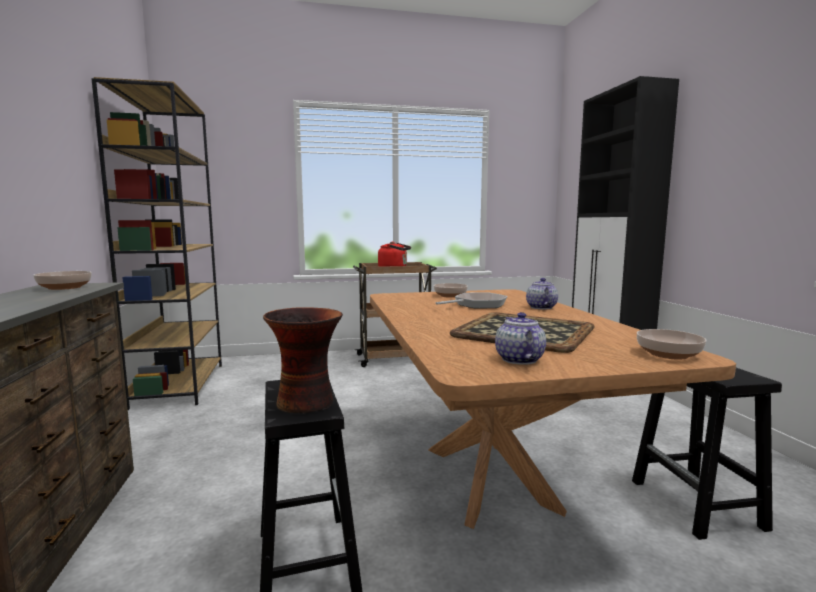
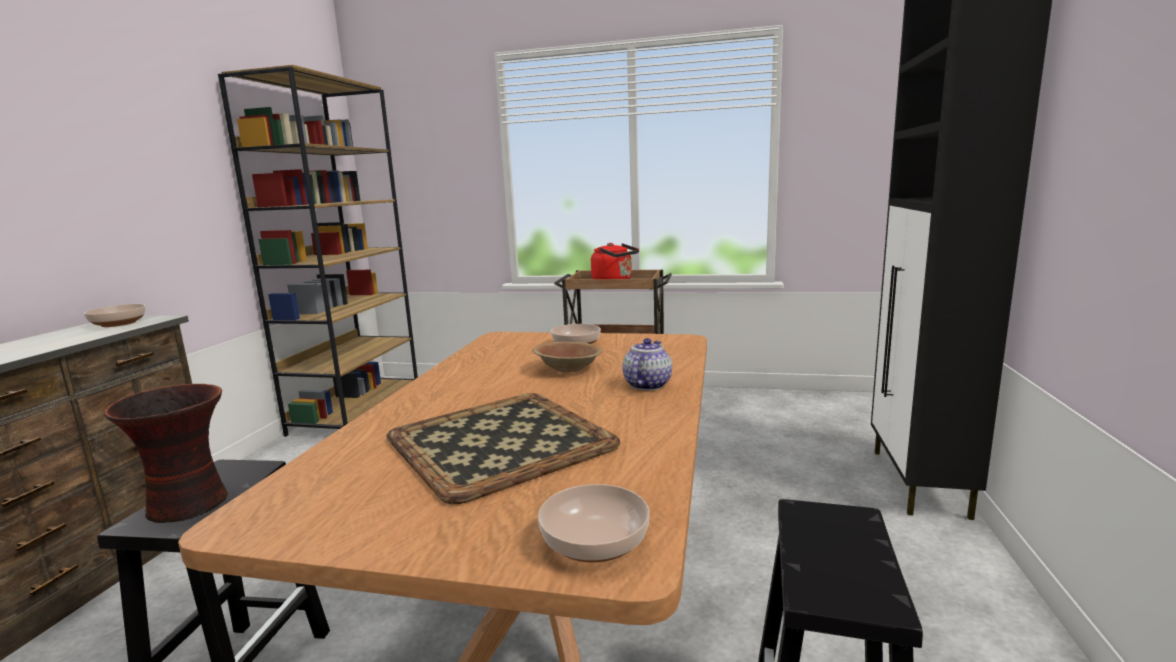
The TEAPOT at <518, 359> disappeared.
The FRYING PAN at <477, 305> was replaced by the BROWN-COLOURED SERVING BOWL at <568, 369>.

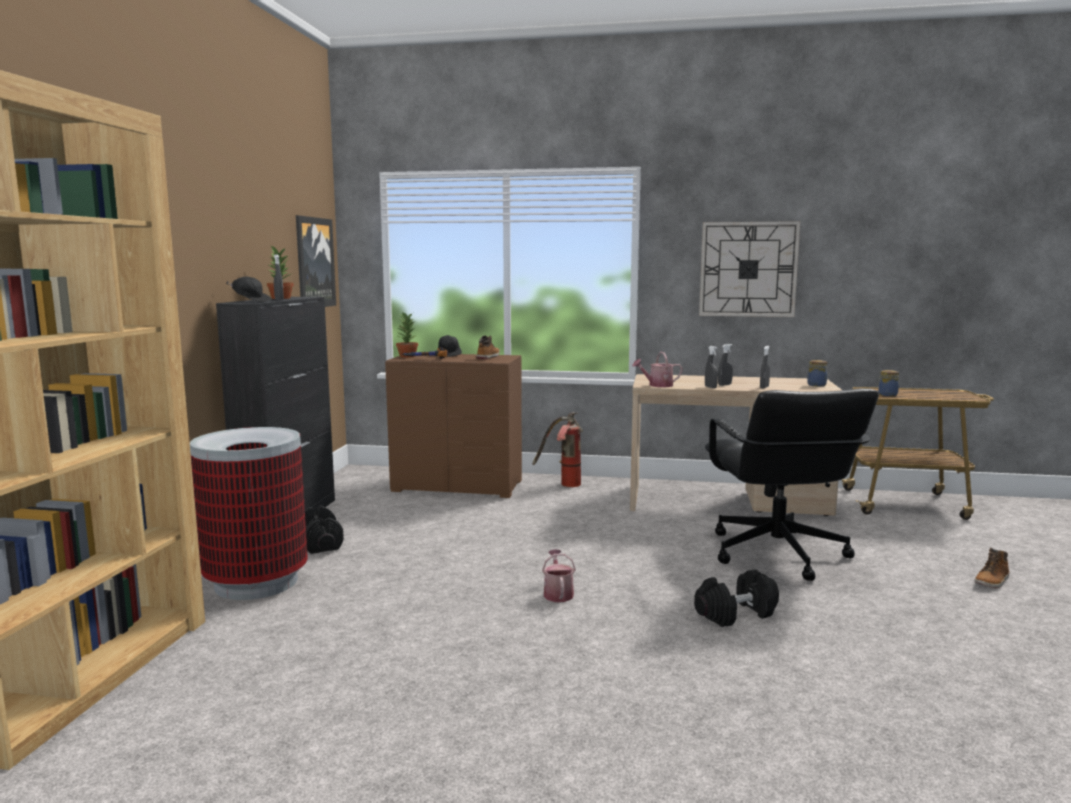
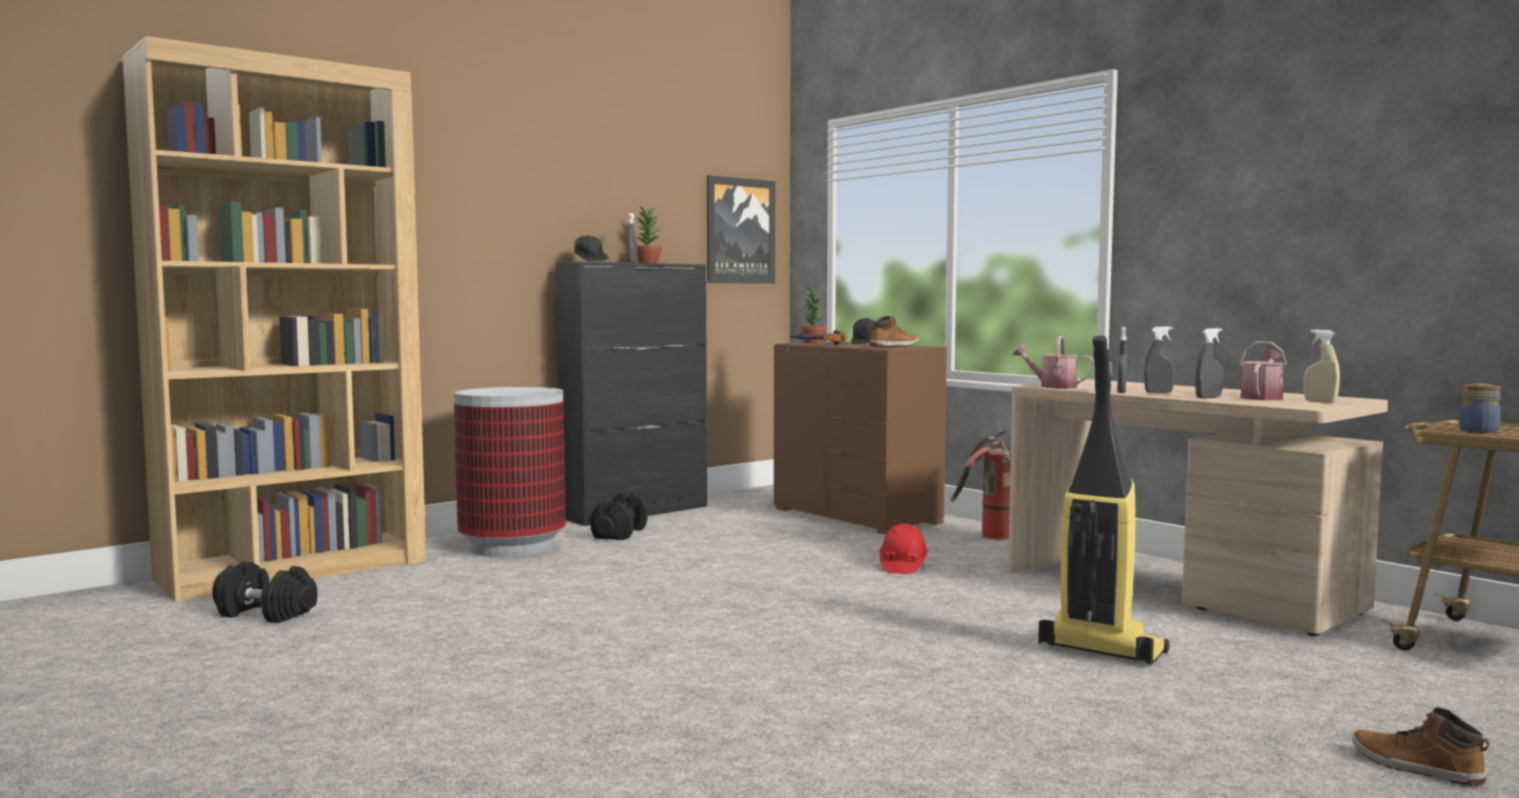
The HANGING CLOCK at <748, 269> disappeared.
The RED HARD HAT at <903, 566> appeared.
The SPRINKLING CAN moved from <558, 593> to <1262, 397>.
The BLACK DUMBBELL moved from <735, 614> to <267, 613>.
The BLACK OFFICE CHAIR at <776, 554> was replaced by the HOOVER at <1100, 650>.
The JAR at <816, 385> was replaced by the SAND-COLOURED SPRAY BOTTLE at <1320, 402>.
The TALL BOOT at <992, 581> turned 45 degrees clockwise.

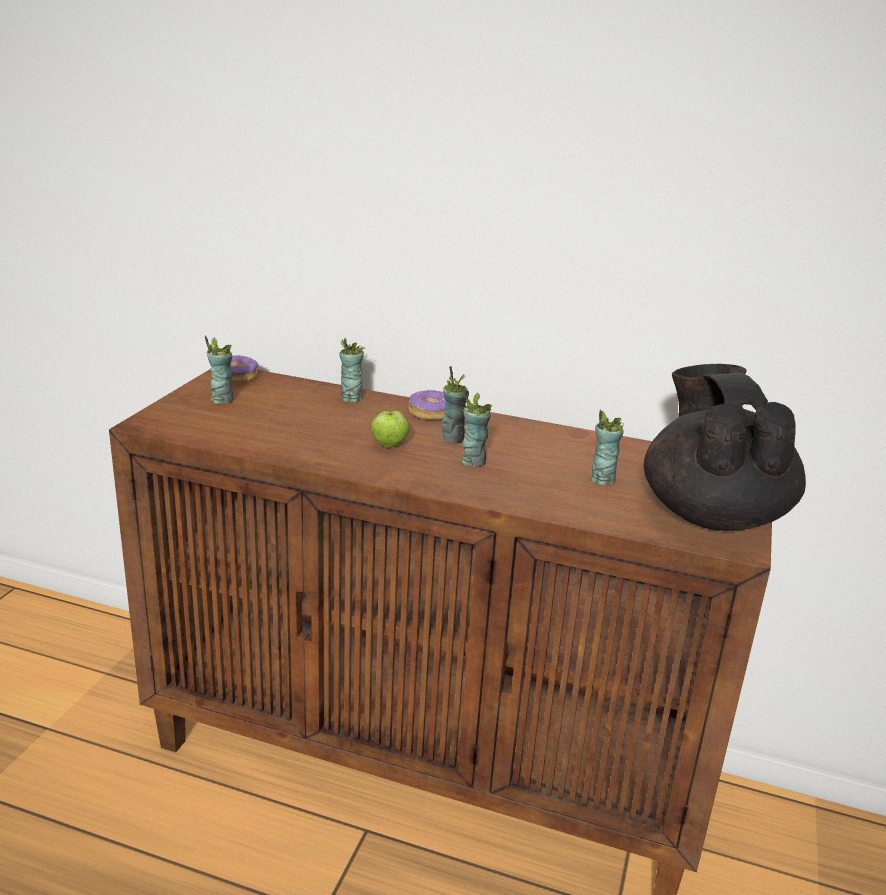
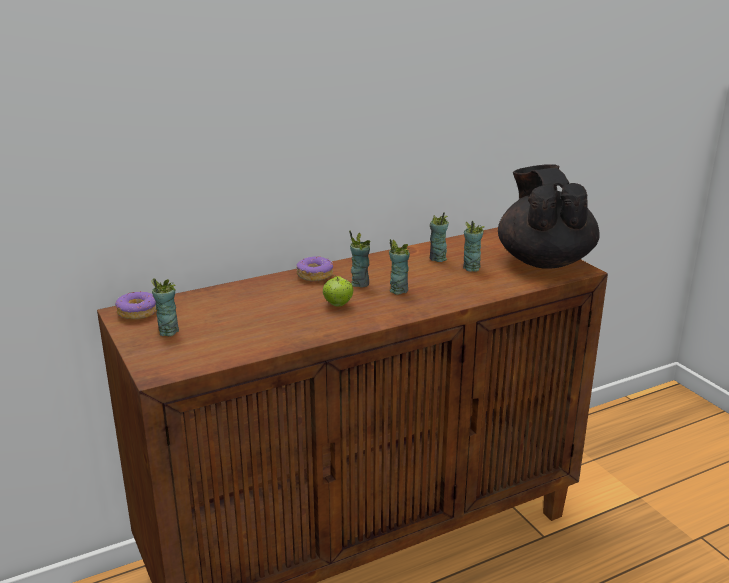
The SMALL CUP moved from <350, 398> to <437, 258>.
The BLACK TEAPOT at <712, 514> turned 45 degrees clockwise.

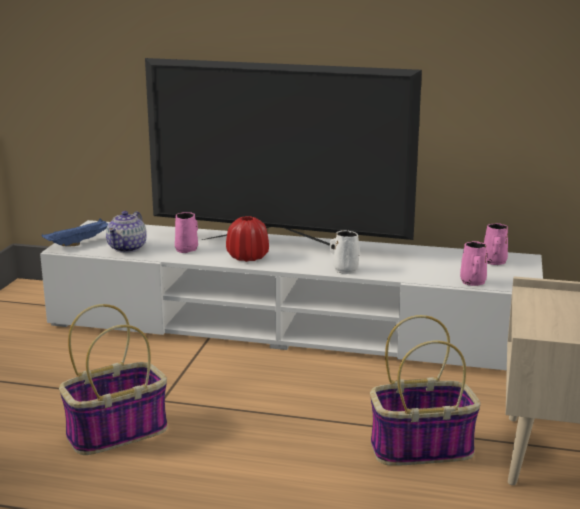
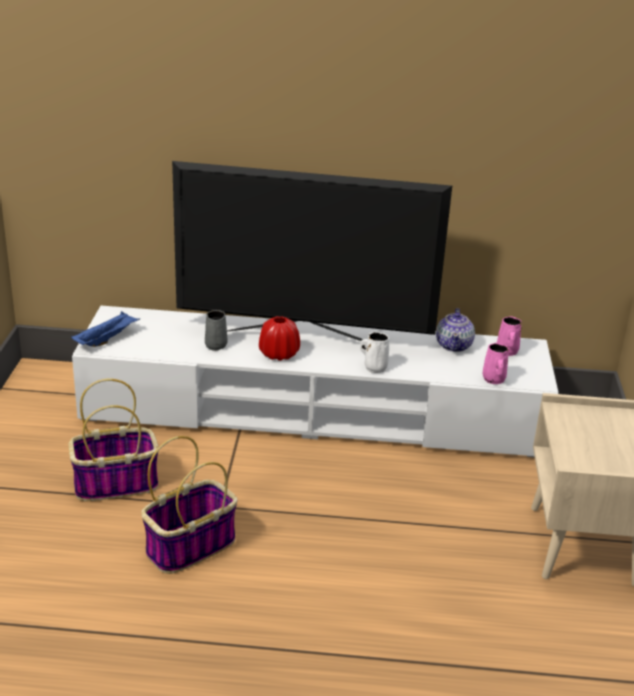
The TEAPOT moved from <128, 248> to <454, 345>.
The STORAGE BASKET moved from <422, 448> to <117, 483>.
The PINK COFFEE MUG at <187, 249> became the GREYISH COFFEE MUG at <216, 345>.

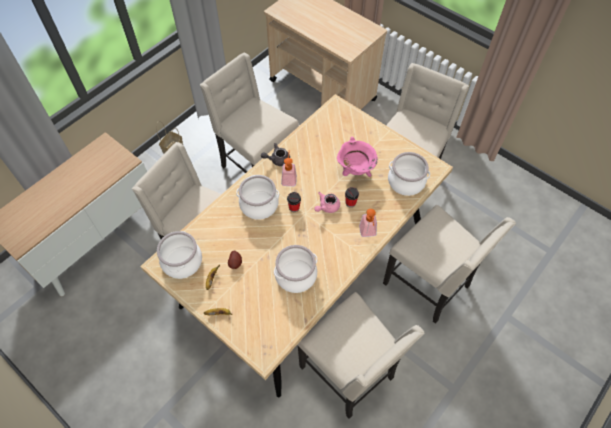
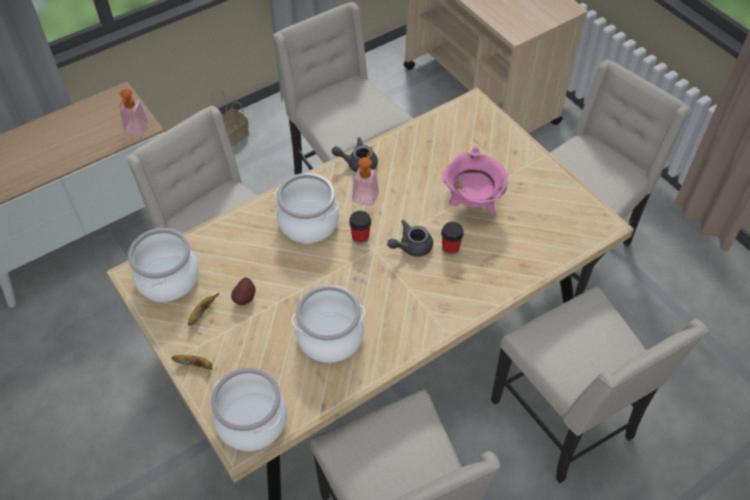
The SOAP BOTTLE moved from <368, 233> to <135, 131>.
The SAUCEPOT moved from <406, 182> to <251, 421>.
The PINK TEAPOT at <327, 207> became the GREYISH TEAPOT at <411, 247>.

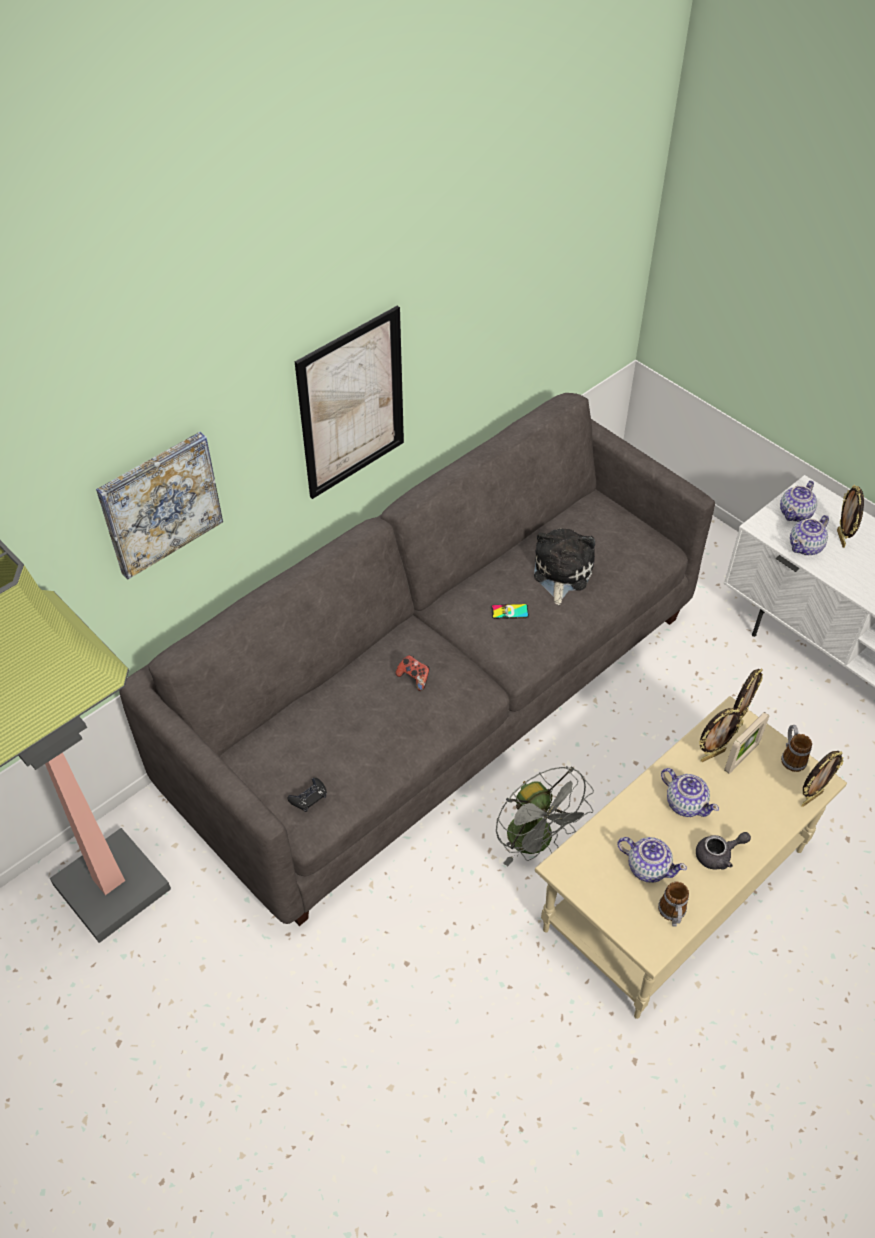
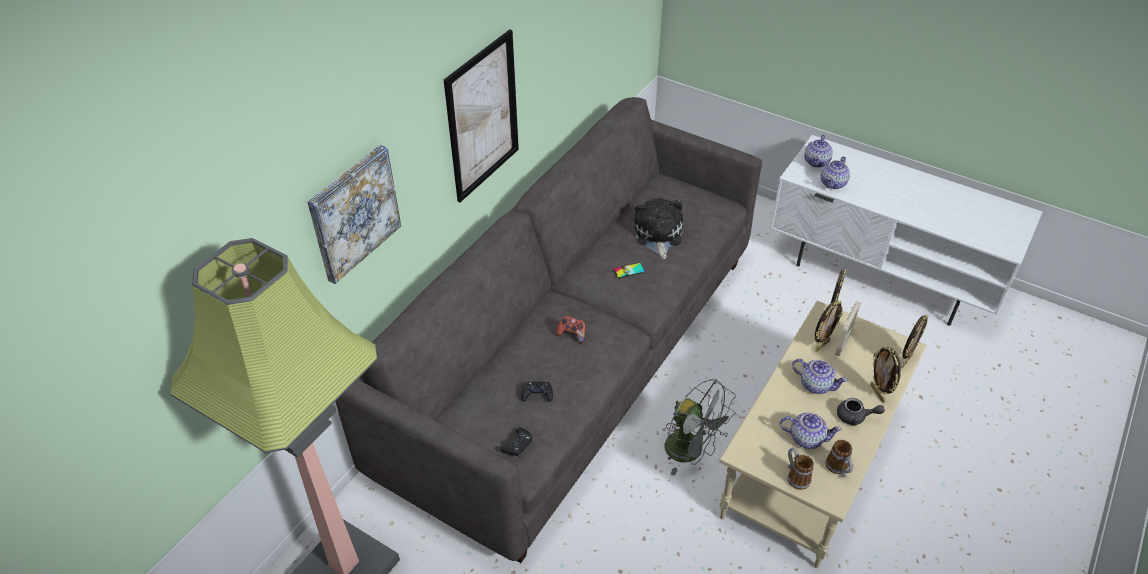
The BLACK GAMEPAD at <537, 394> appeared.
The COFFEE MUG moved from <791, 757> to <795, 476>.
The PICTURE FRAME moved from <841, 539> to <878, 393>.
The GREYISH TEAPOT at <718, 855> turned 45 degrees clockwise.

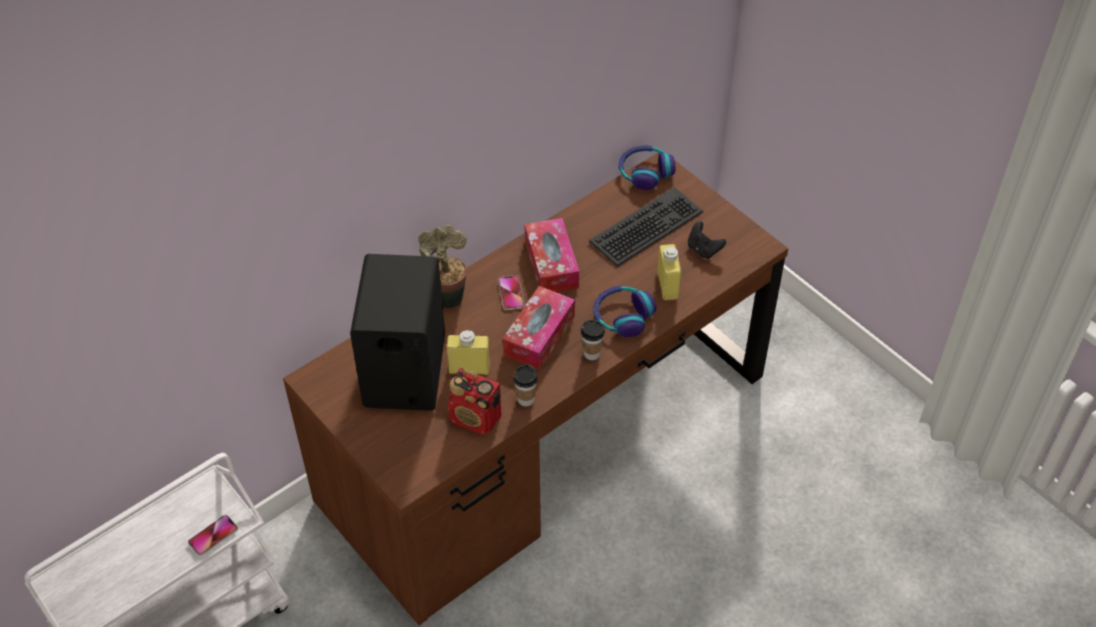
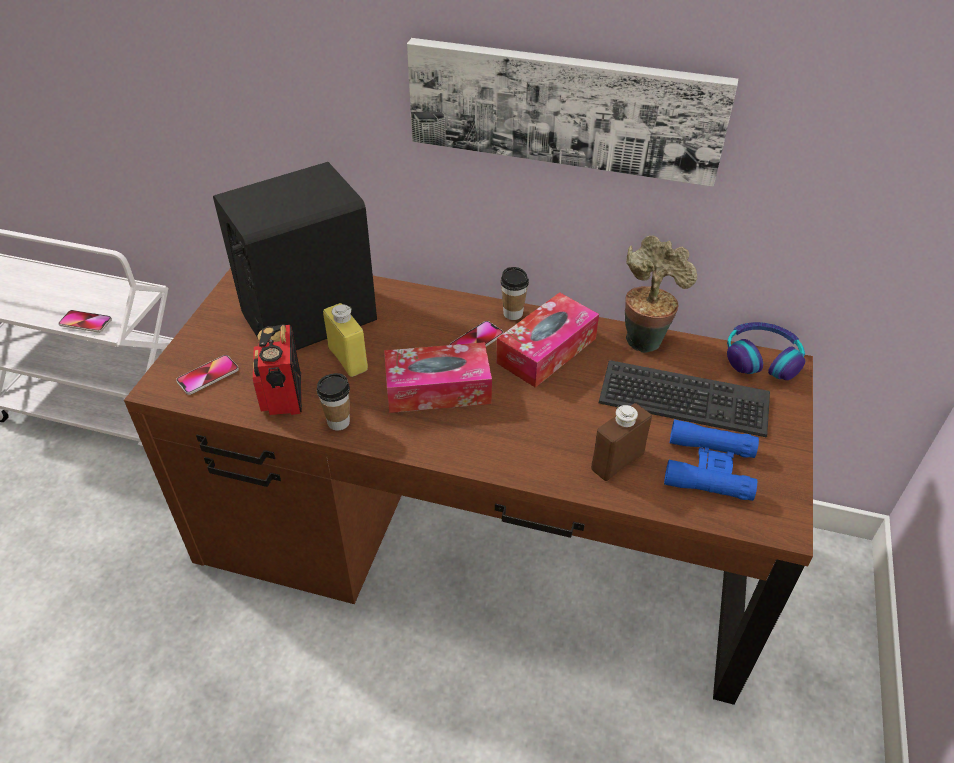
The HEADSET at <622, 316> disappeared.
The HANDSET at <208, 376> appeared.
The WALL PICTURE at <564, 108> appeared.
The HOUSEPLANT moved from <447, 295> to <644, 337>.
The SMALL CUP moved from <591, 353> to <513, 313>.
The BLACK GAMEPAD at <703, 249> was replaced by the BLUE-COLOURED FIELD GLASSES at <709, 467>.
The YELLOWISH BOTTLE at <667, 285> became the BROWN-COLOURED BOTTLE at <617, 461>.

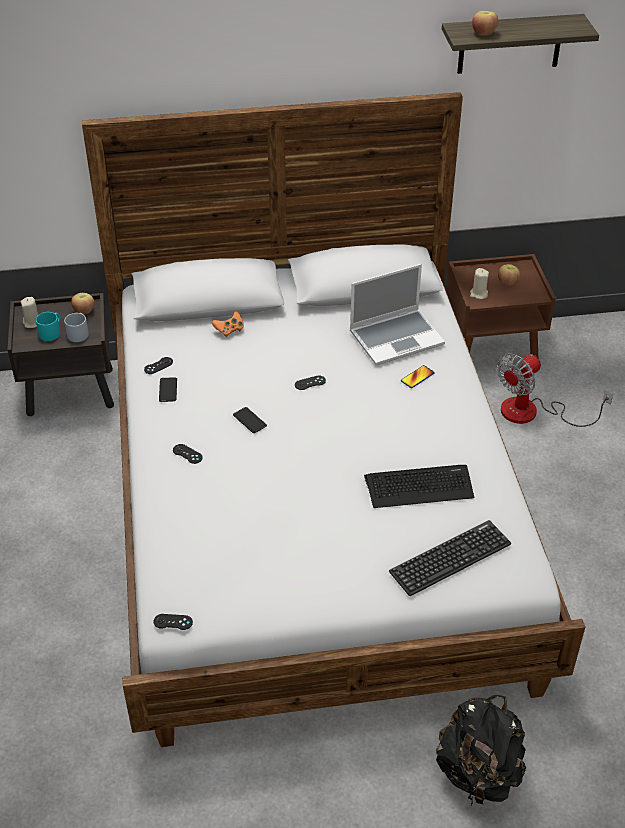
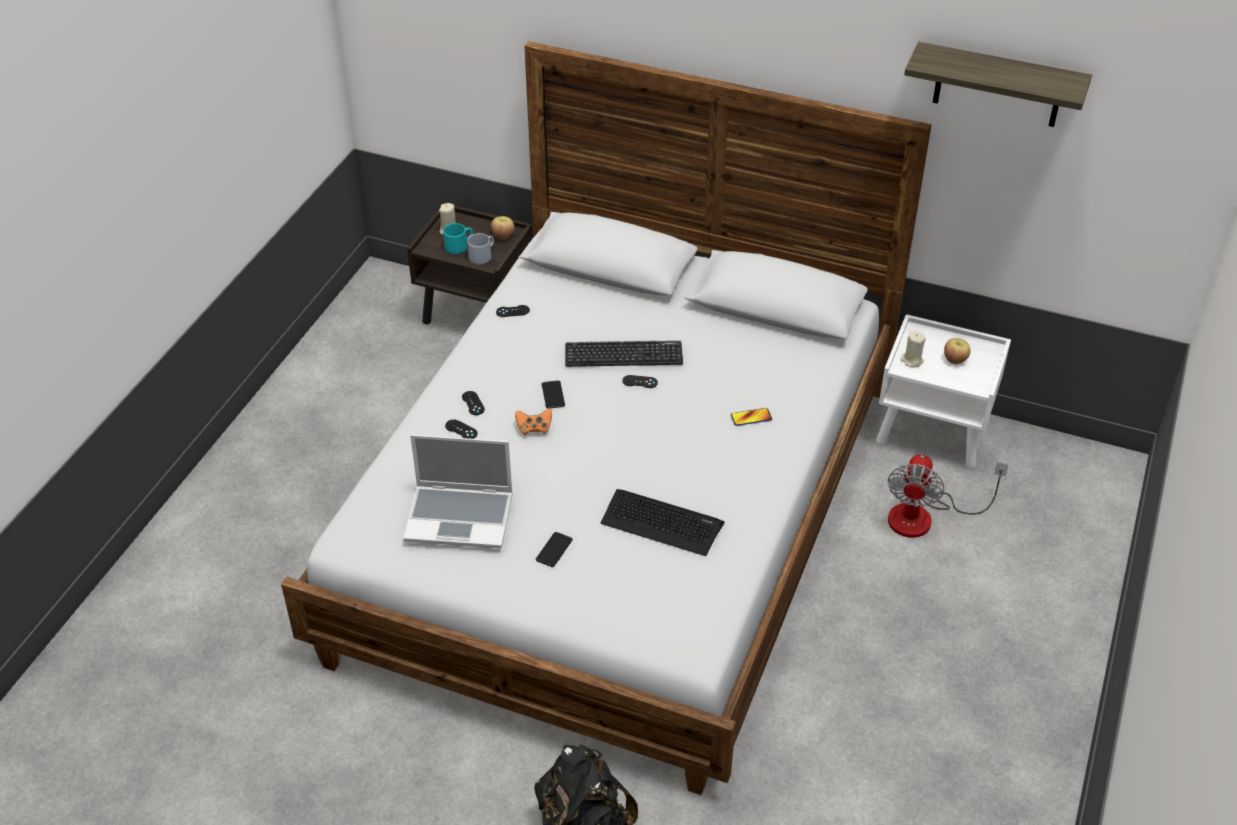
The WHOLE APPLE at <483, 33> disappeared.
The BLACK GAMEPAD moved from <173, 622> to <461, 430>.
The HANDSET moved from <168, 390> to <554, 550>.
The ORANGEY GAMEPAD moved from <229, 330> to <534, 428>.
The LAPTOP moved from <397, 337> to <461, 517>.
The COMPUTER KEYBOARD moved from <450, 558> to <623, 354>.
The BROWN-COLOURED NIGHT TABLE at <491, 350> became the WHITE NIGHT TABLE at <933, 433>.
The ELECTRIC FAN at <532, 413> turned 60 degrees counterclockwise.

